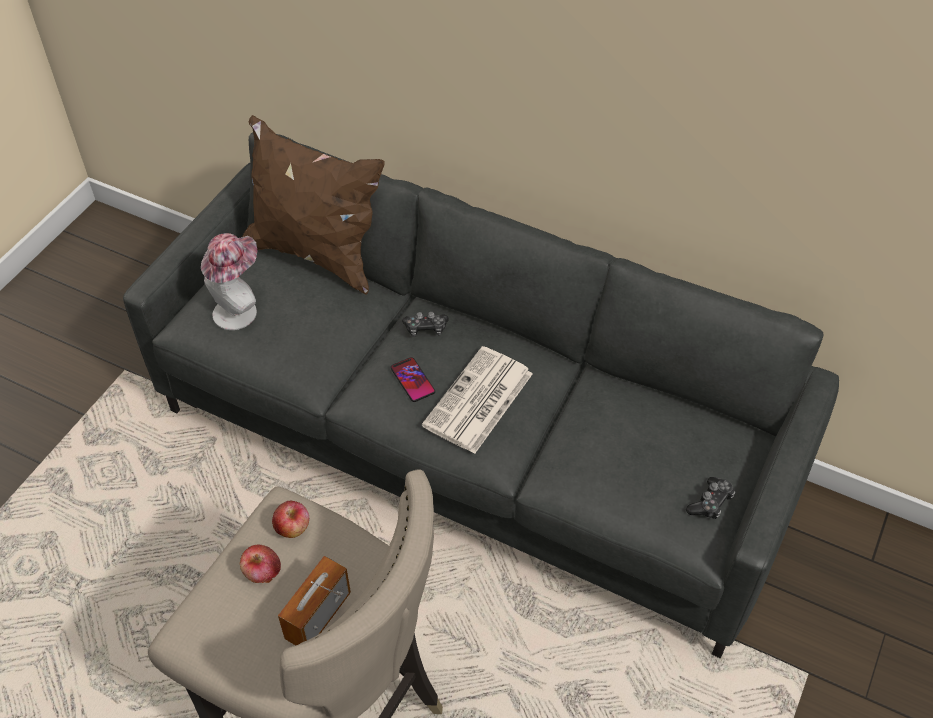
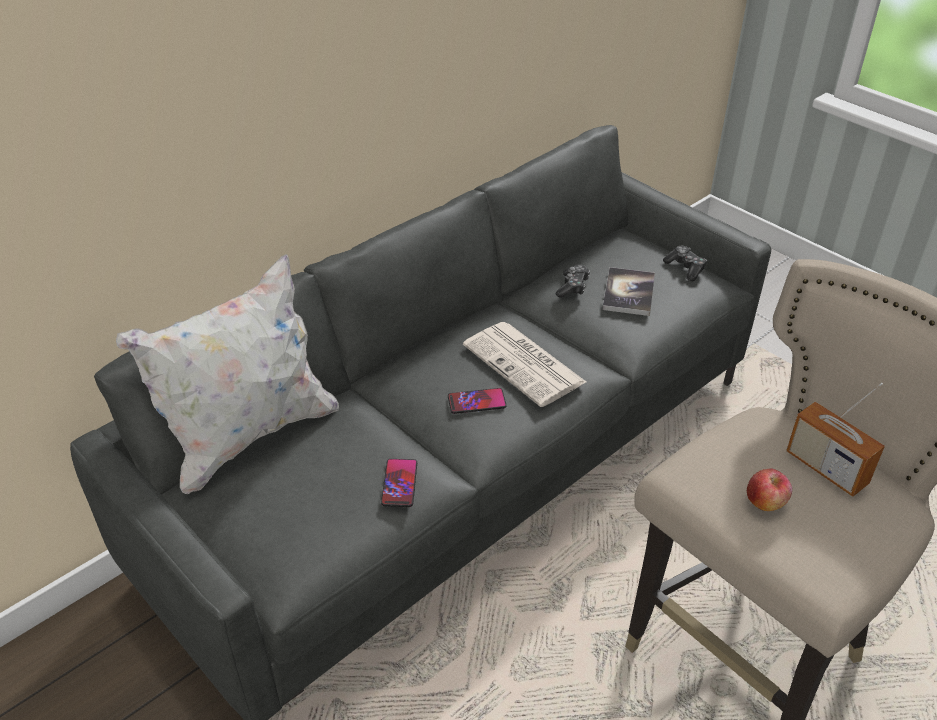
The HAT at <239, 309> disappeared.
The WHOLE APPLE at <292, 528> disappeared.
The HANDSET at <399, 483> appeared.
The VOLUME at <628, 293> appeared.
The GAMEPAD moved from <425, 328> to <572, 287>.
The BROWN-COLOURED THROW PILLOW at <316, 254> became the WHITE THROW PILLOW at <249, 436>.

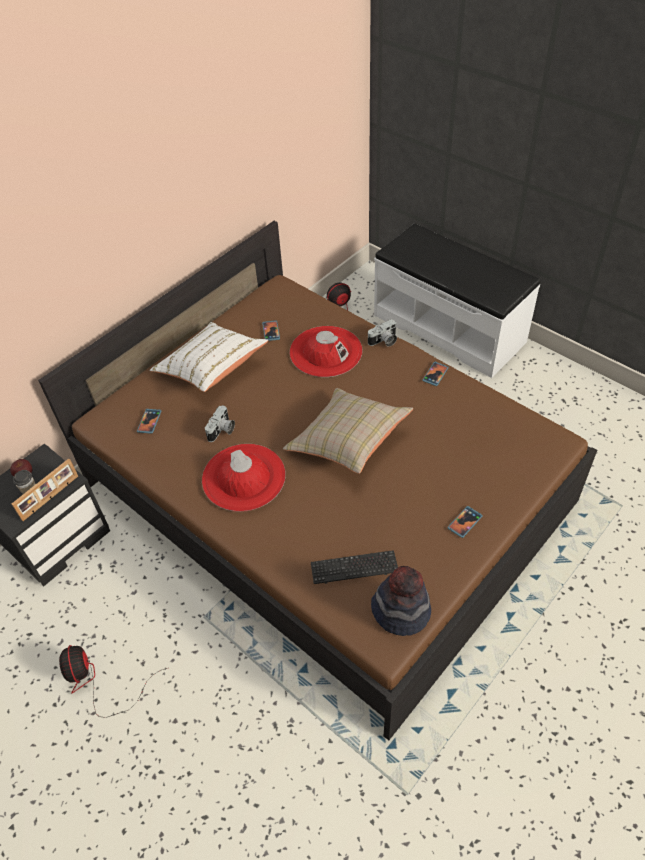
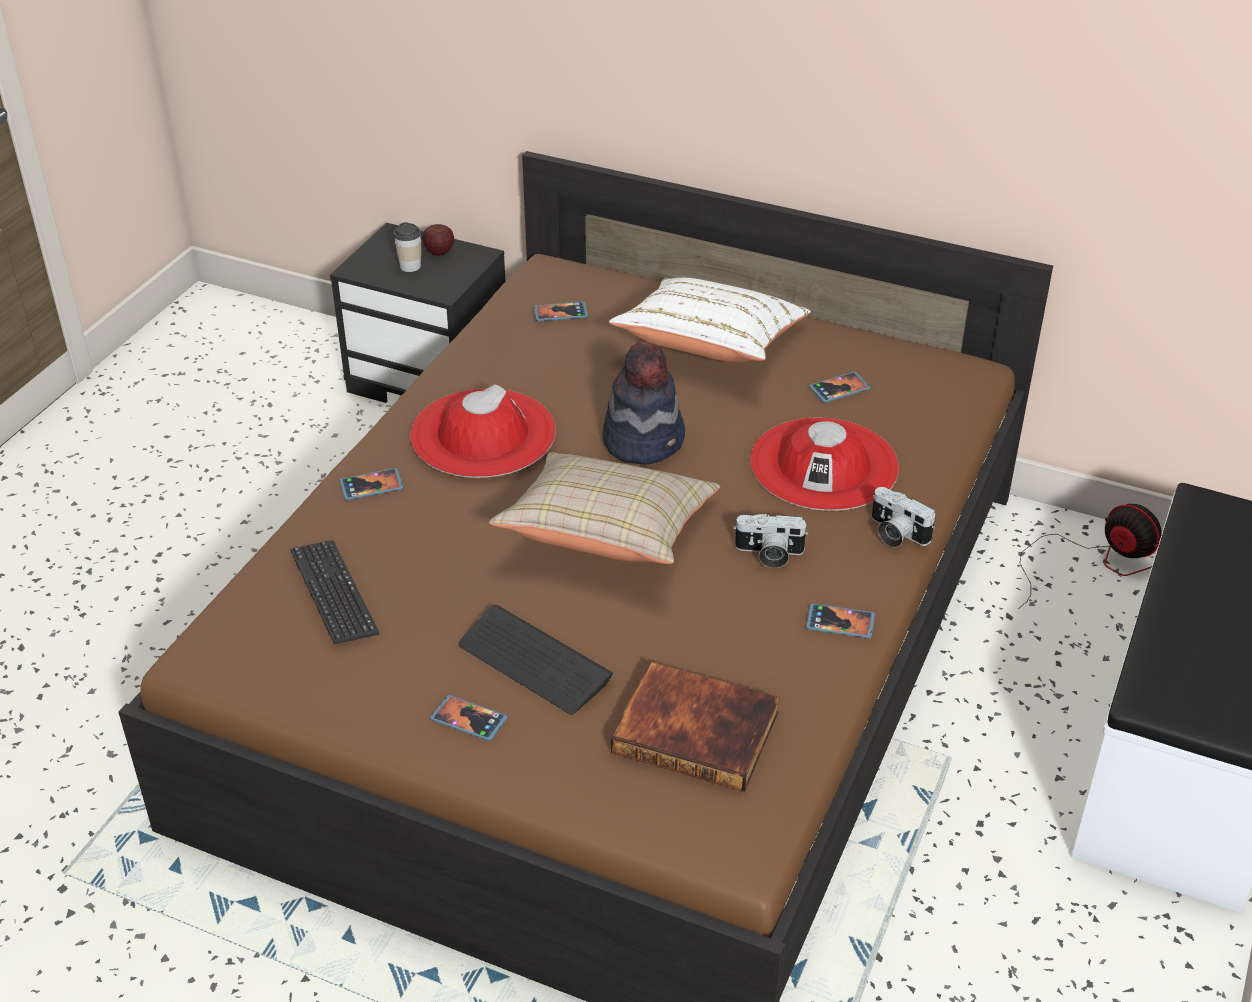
The PICTURE FRAME at <51, 498> disappeared.
The ELECTRIC FAN at <97, 682> disappeared.
The HANDSET at <371, 486> appeared.
The COMPUTER KEYBOARD at <534, 662> appeared.
The VOLUME at <697, 730> appeared.
The PHOTO CAMERA moved from <222, 431> to <768, 554>.
The HAT moved from <401, 611> to <644, 440>.

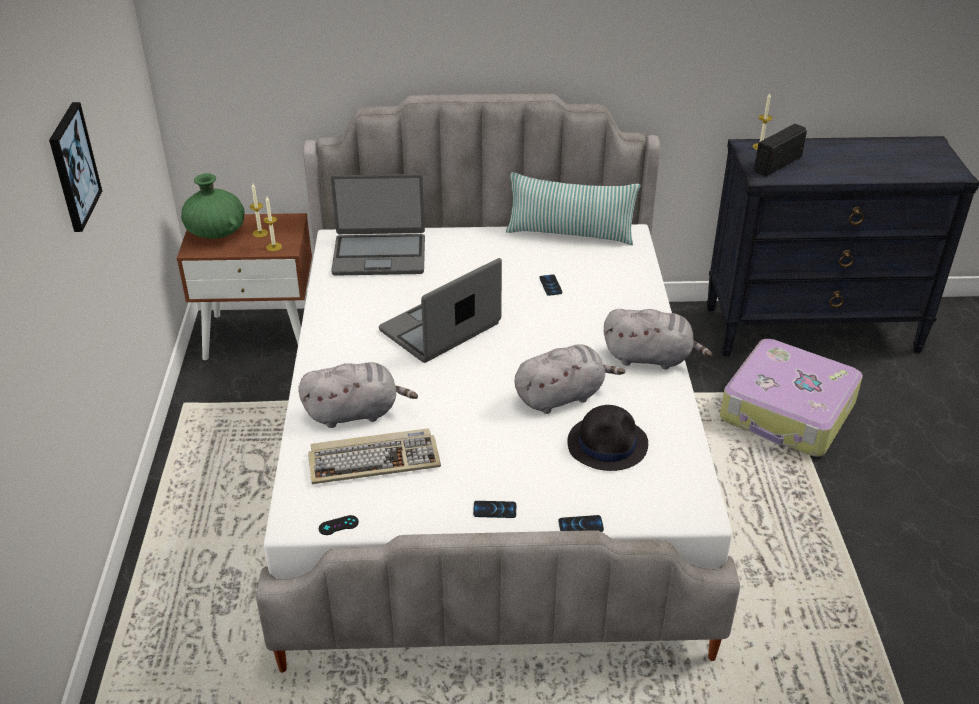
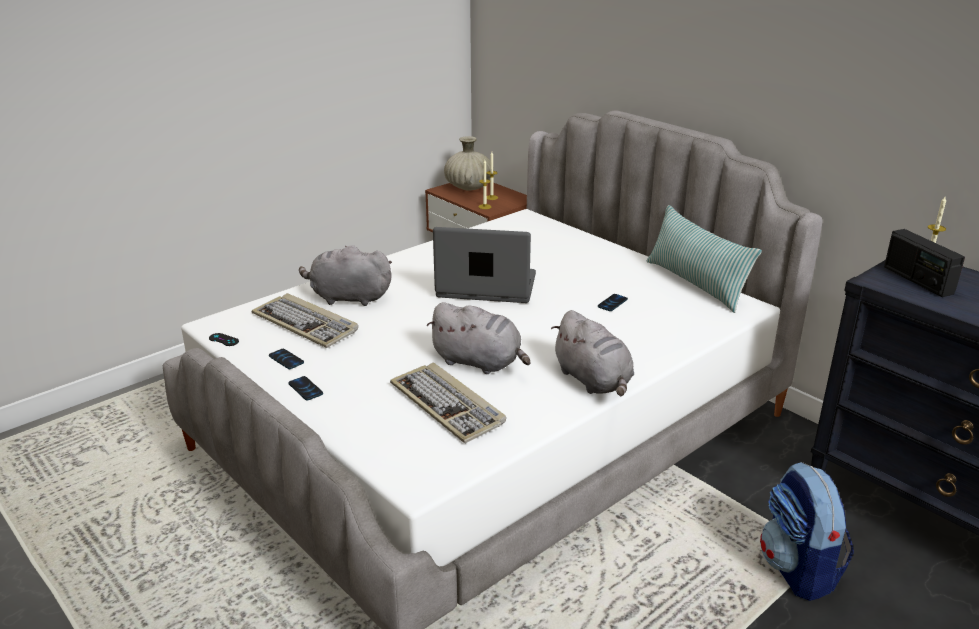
The WALL PICTURE at <73, 167> disappeared.
The LAPTOP at <379, 255> disappeared.
The HANDSET moved from <580, 525> to <286, 359>.
The BLACK HAT at <608, 444> was replaced by the COMPUTER KEYBOARD at <448, 405>.
The PIECE OF LUGGAGE at <787, 412> was replaced by the BACKPACK at <798, 570>.
The GREENISH DECORATIVE VASE at <216, 233> became the SAND-COLOURED DECORATIVE VASE at <469, 187>.
The GREYISH SOFT TOY at <355, 413> turned 150 degrees clockwise.
The RADIO RECEIVER at <777, 164> turned 120 degrees counterclockwise.

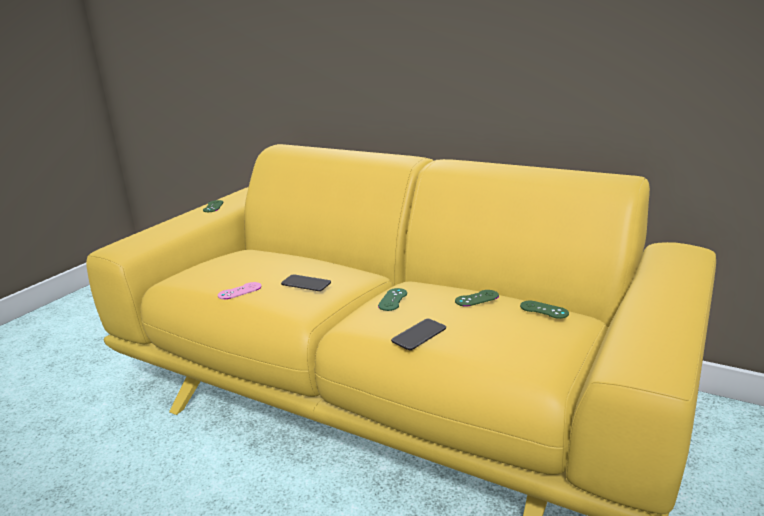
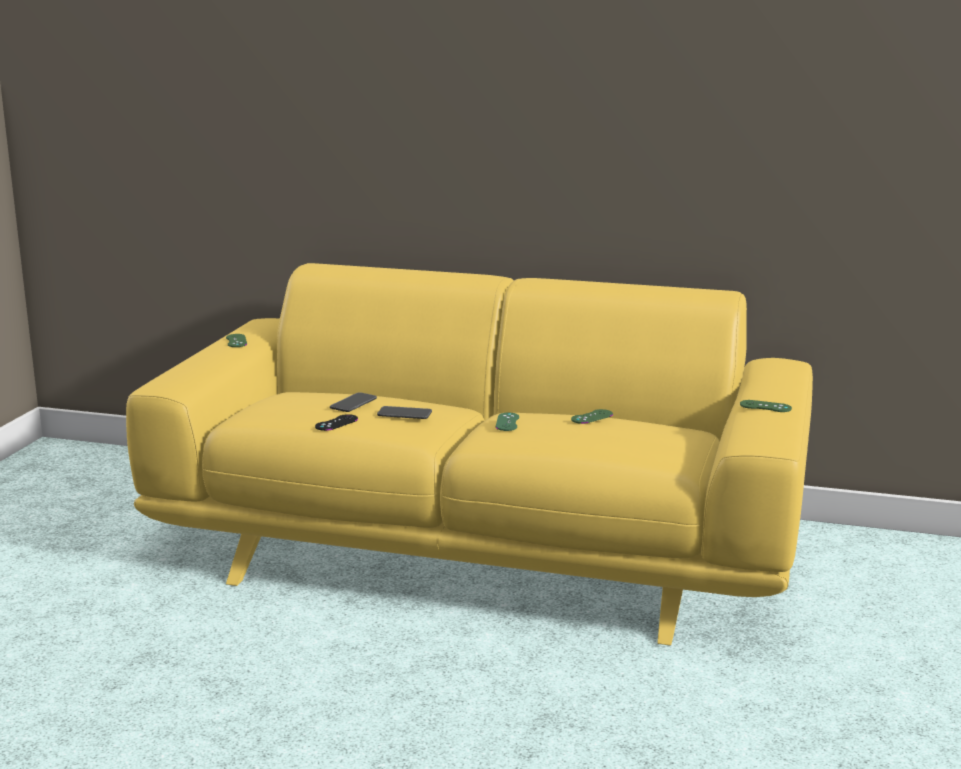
The HANDSET moved from <419, 335> to <353, 403>.
The GREENISH GAMEPAD moved from <544, 310> to <765, 406>.
The PINK GAMEPAD at <240, 291> became the BLACK GAMEPAD at <336, 423>.

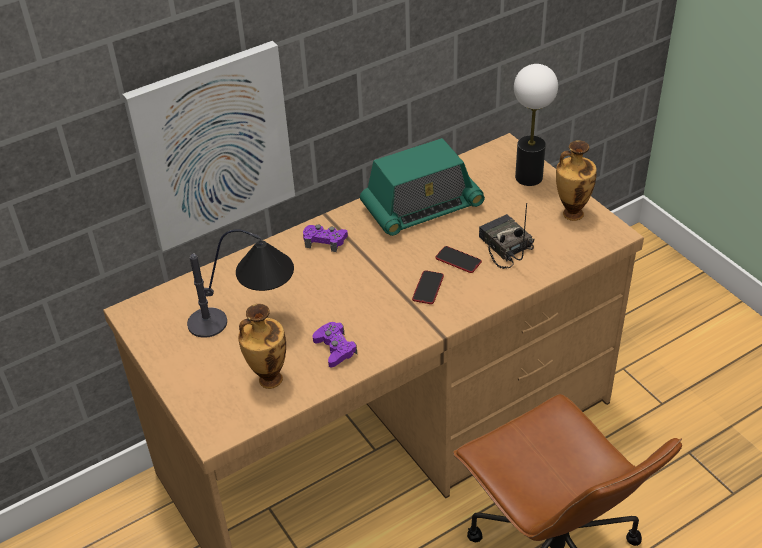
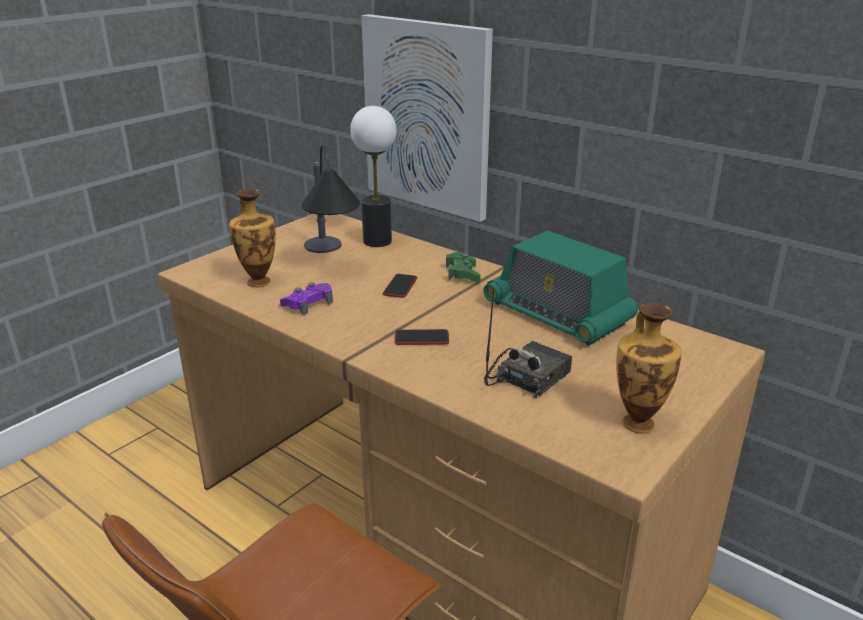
The HANDSET moved from <458, 260> to <400, 286>.
The TABLETOP LAMP moved from <529, 177> to <377, 241>.
The PURPLISH GAMEPAD at <325, 241> became the GREENISH GAMEPAD at <462, 273>.

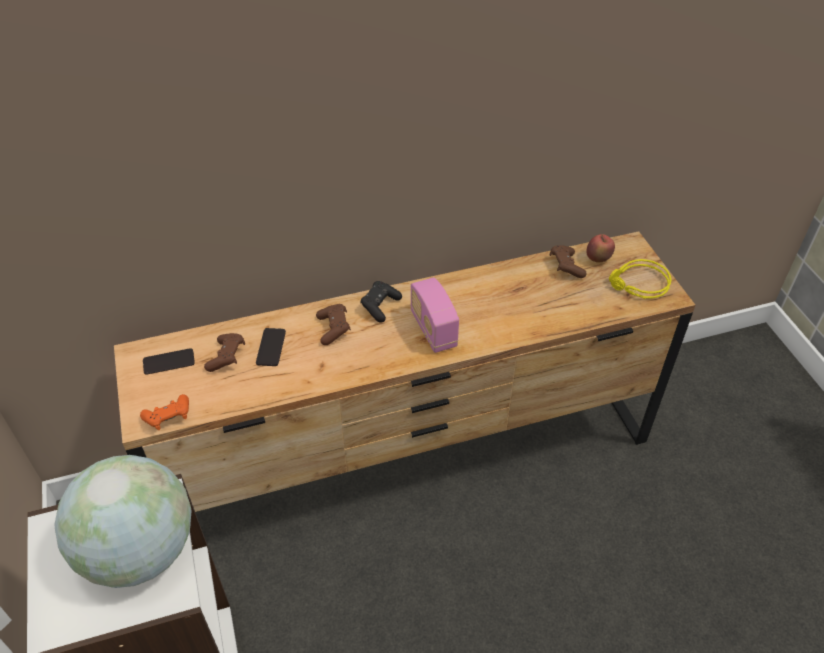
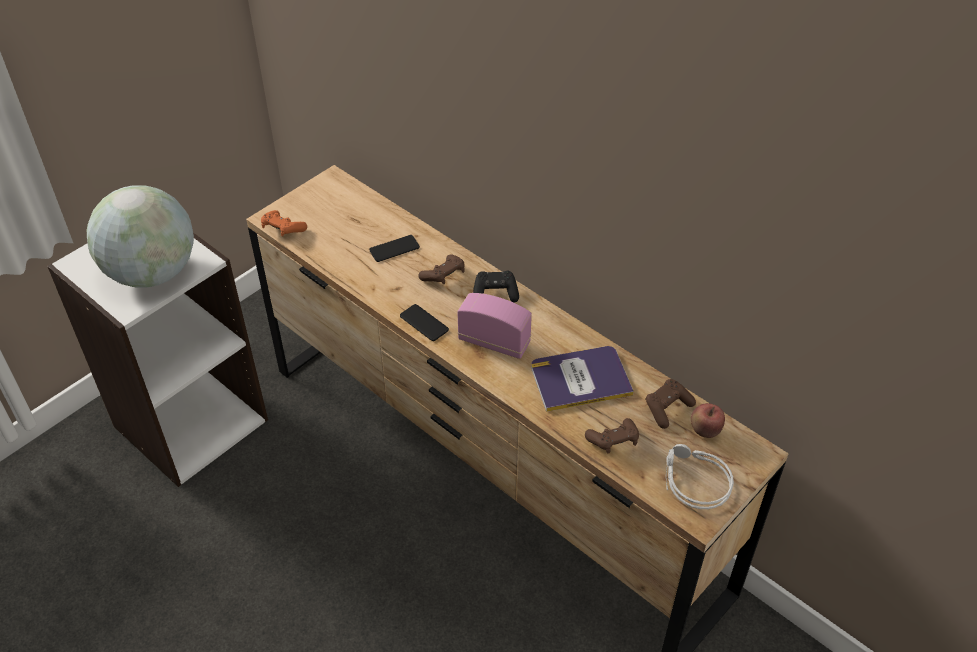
The VOLUME at <580, 379> appeared.
The HANDSET moved from <169, 362> to <424, 323>.
The BROWN-COLOURED GAMEPAD moved from <227, 357> to <613, 442>.
The YELLOWISH HEADSET at <638, 285> became the GREYISH HEADSET at <693, 481>.
The RADIO RECEIVER at <433, 330> turned 75 degrees clockwise.

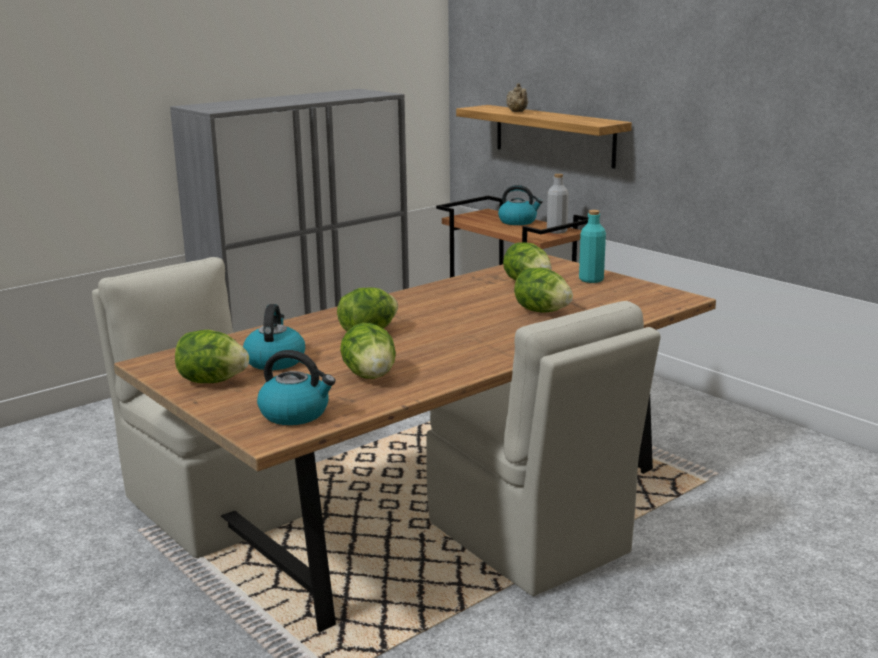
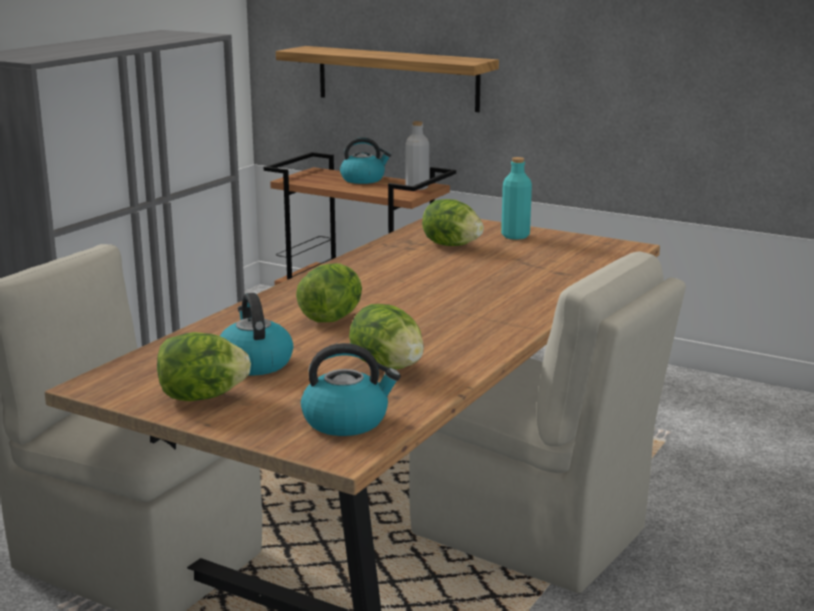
The SAND-COLOURED TEAPOT at <517, 112> disappeared.
The HEAD OF LETTUCE at <542, 311> disappeared.

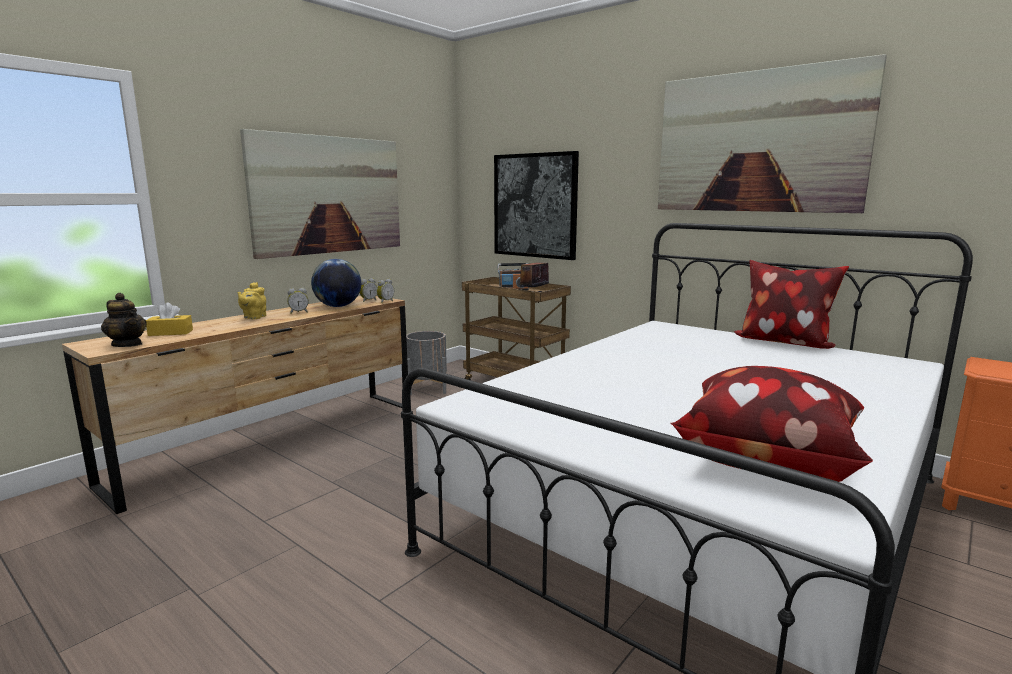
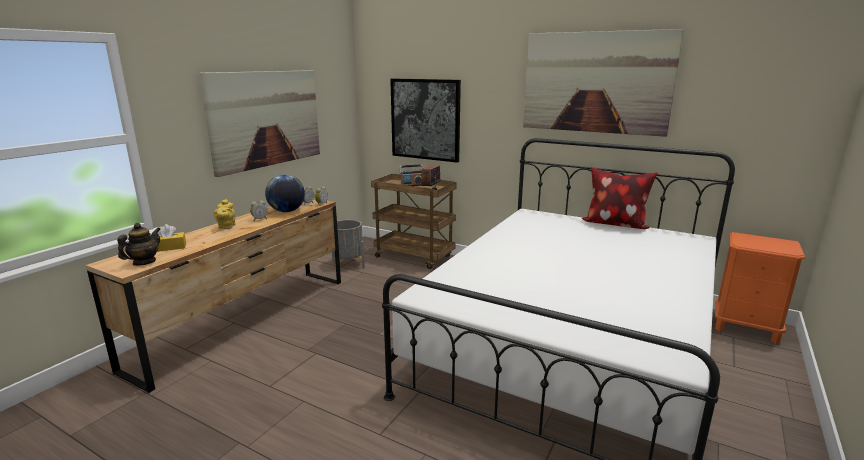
The THROW PILLOW at <765, 460> disappeared.
The TEAPOT at <127, 344> turned 90 degrees counterclockwise.

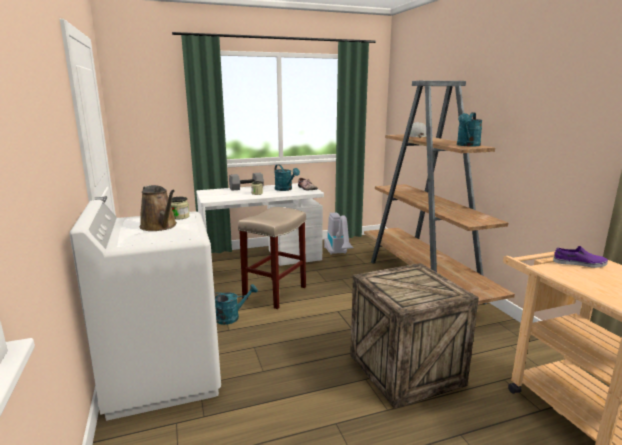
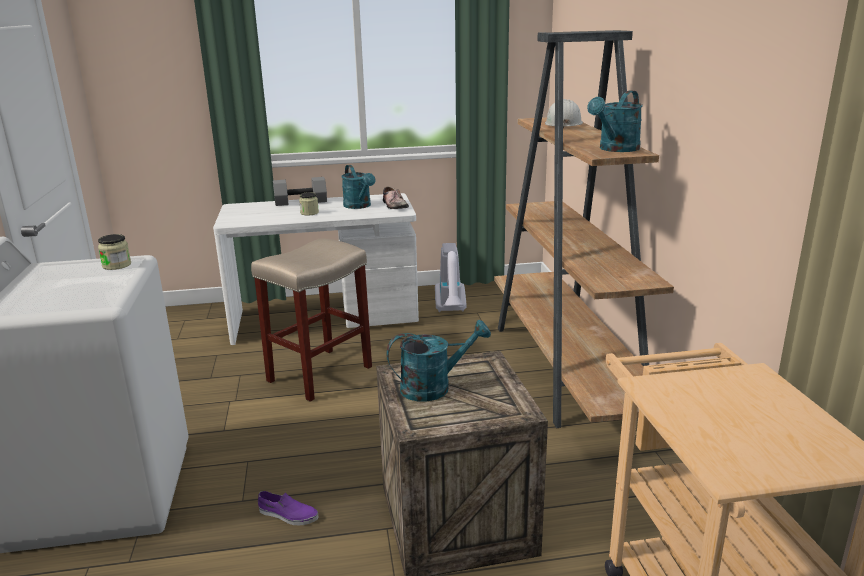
The BROWN-COLOURED SPRINKLING CAN at <160, 226> disappeared.
The BLUE-GREEN SPRINKLING CAN moved from <231, 317> to <434, 387>.
The PURPLISH ITEM OF FOOTWEAR moved from <580, 263> to <288, 515>.

